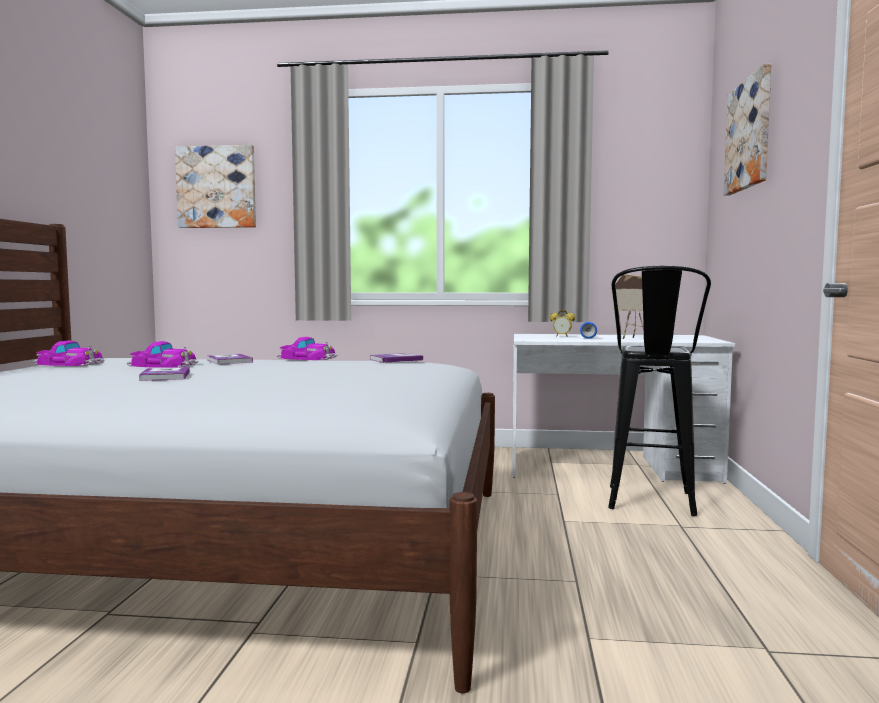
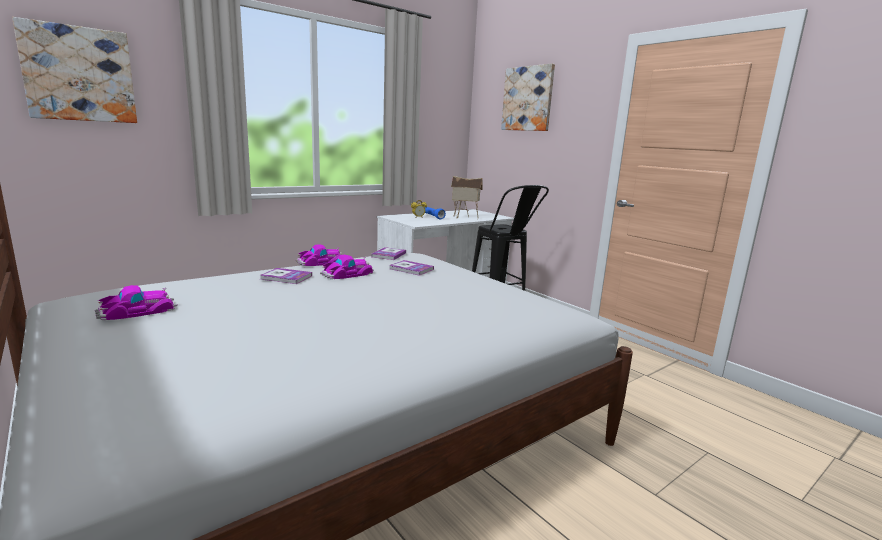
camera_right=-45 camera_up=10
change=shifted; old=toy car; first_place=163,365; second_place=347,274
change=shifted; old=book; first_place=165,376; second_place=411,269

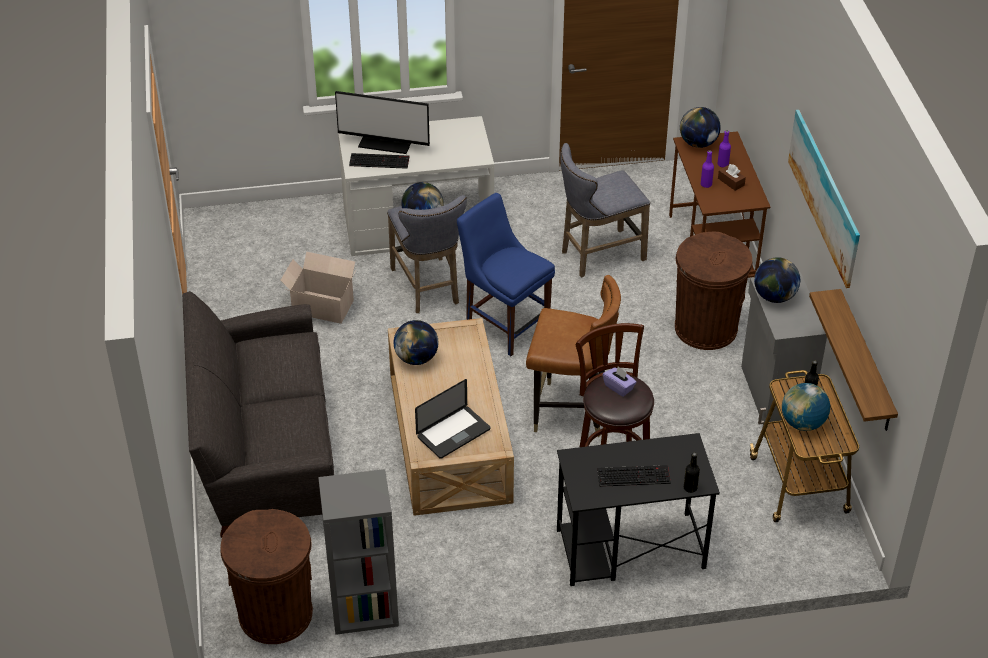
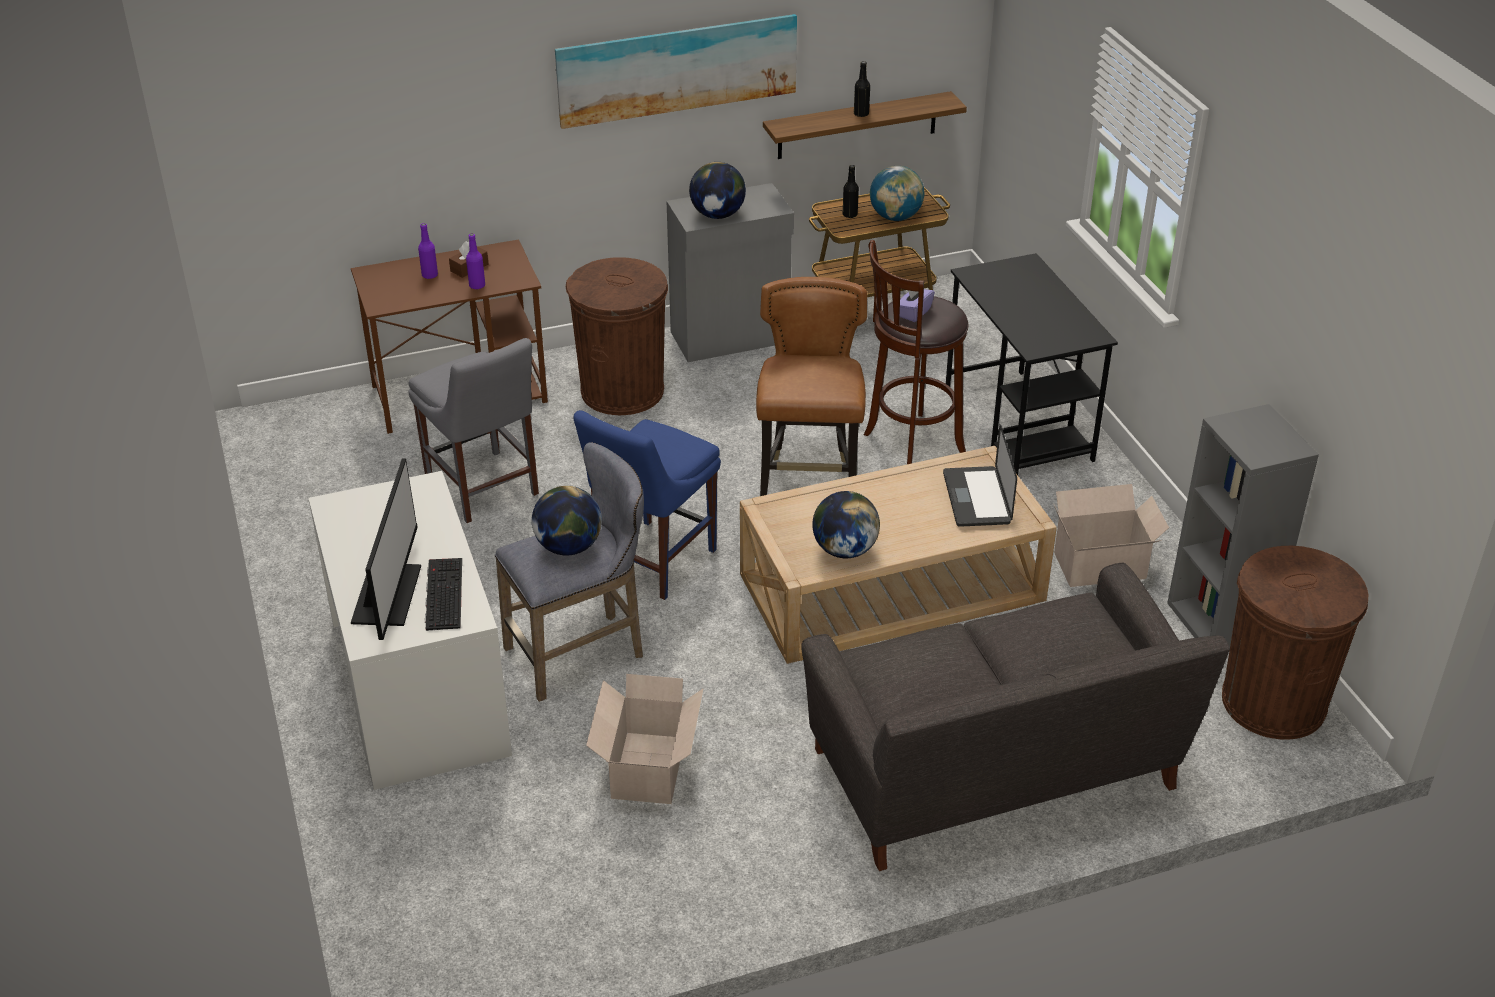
camera_right=-100 camera_up=-5
change=swapped; old=grey stool; new=grey chair; first_place=598,255; second_place=484,490
change=shifted; old=black bottle; first_place=690,488; second_place=861,114
change=rotated; old=laptop; first_place=453,433; second_place=977,498; degrees=-135
change=new; new=cardboard box; second_place=1102,565
change=gone; old=keyboard; first_place=634,475
change=gone; old=globe; first_place=698,143

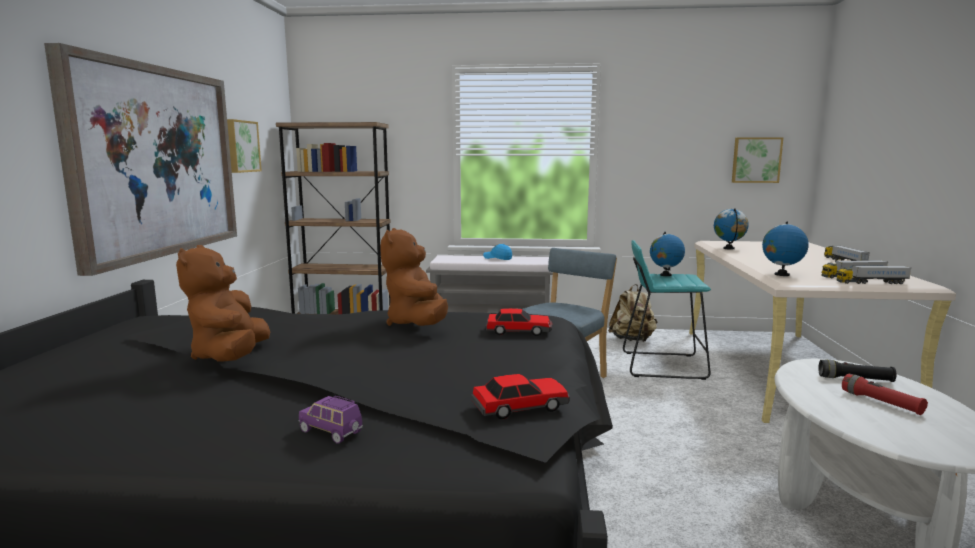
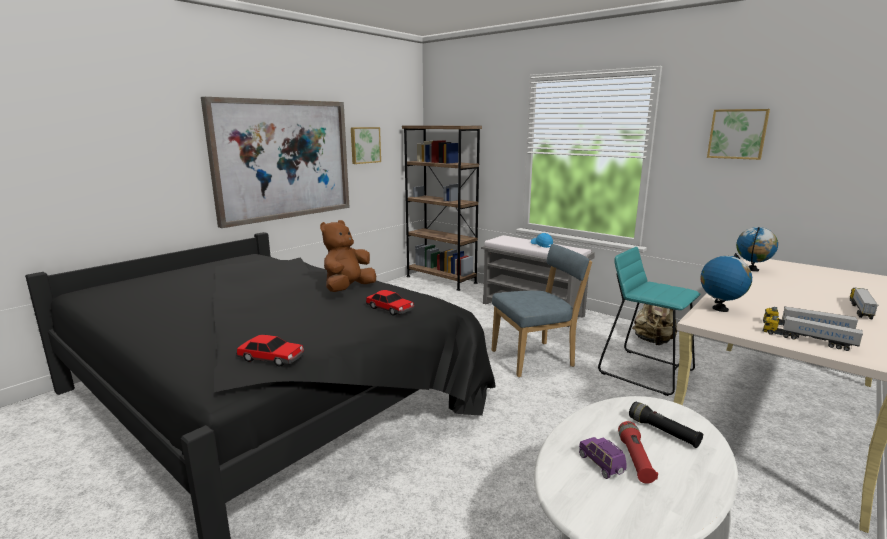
camera_right=35 camera_up=5
change=shifted; old=purple toy car; first_place=331,432; second_place=601,465
change=shifted; old=picture; first_place=756,160; second_place=737,134
change=gone; old=brown plush toy; first_place=230,357
change=gone; old=globe; first_place=665,275

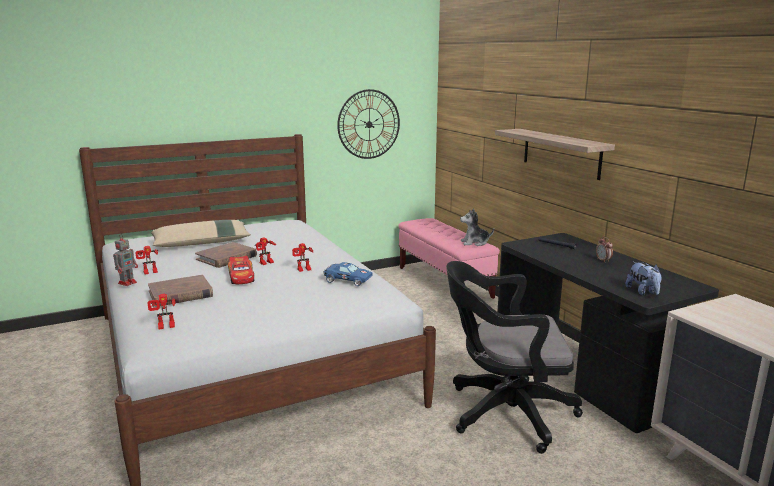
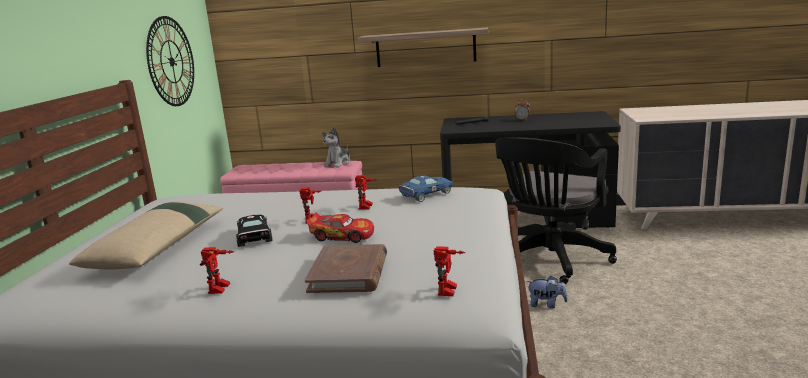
camera_right=-55 camera_up=0
change=swapped; old=brown book; new=black toy car; first_place=226,258; second_place=254,237
change=shifted; old=plush toy; first_place=643,292; second_place=546,305
change=gone; old=toy robot; first_place=128,282

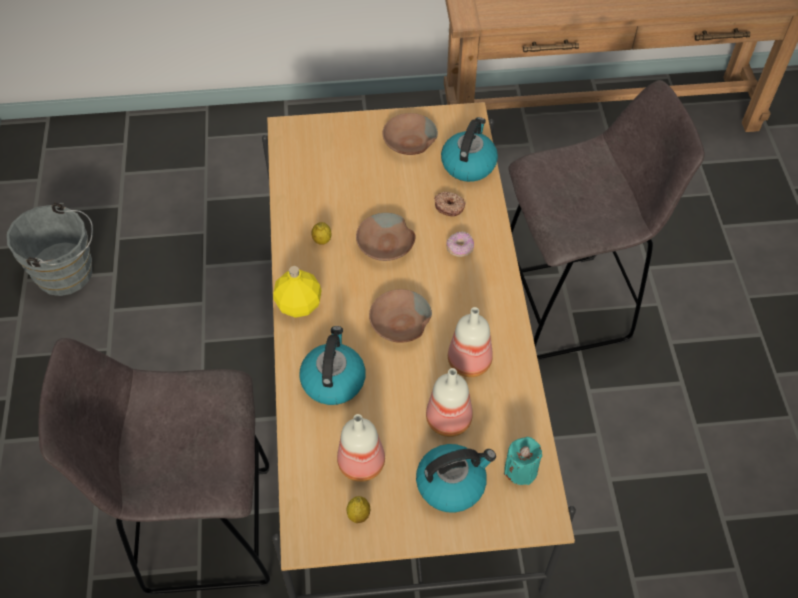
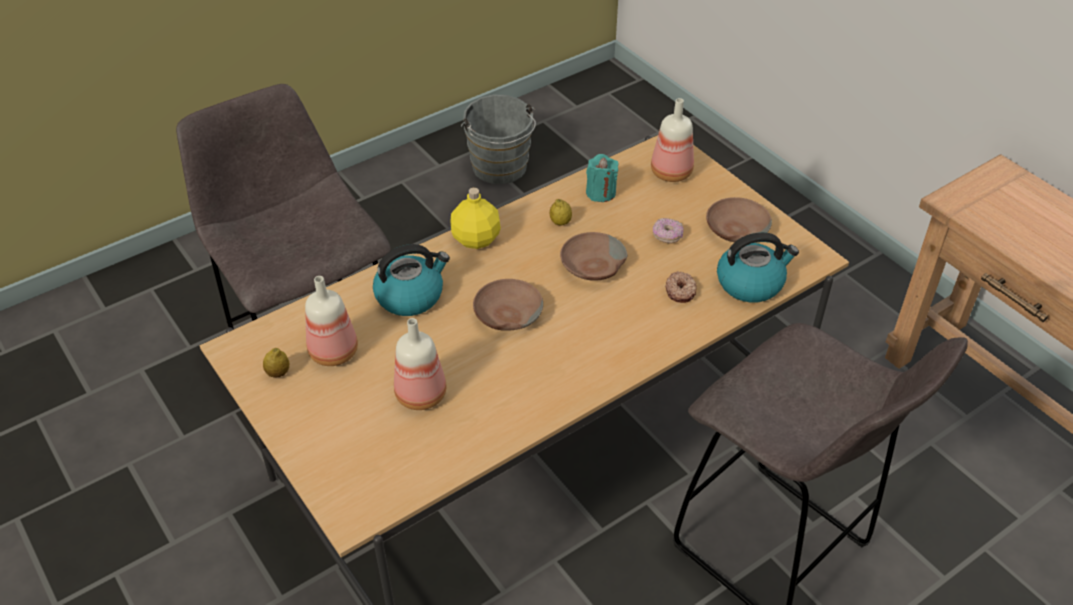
camera_right=60 camera_up=-10
change=shifted; old=turquoise candle; first_place=521,470; second_place=601,193
change=shifted; old=bottle; first_place=470,362; second_place=671,173
change=shifted; old=donut; first_place=460,248; second_place=667,236
change=gone; old=kettle; first_place=452,483

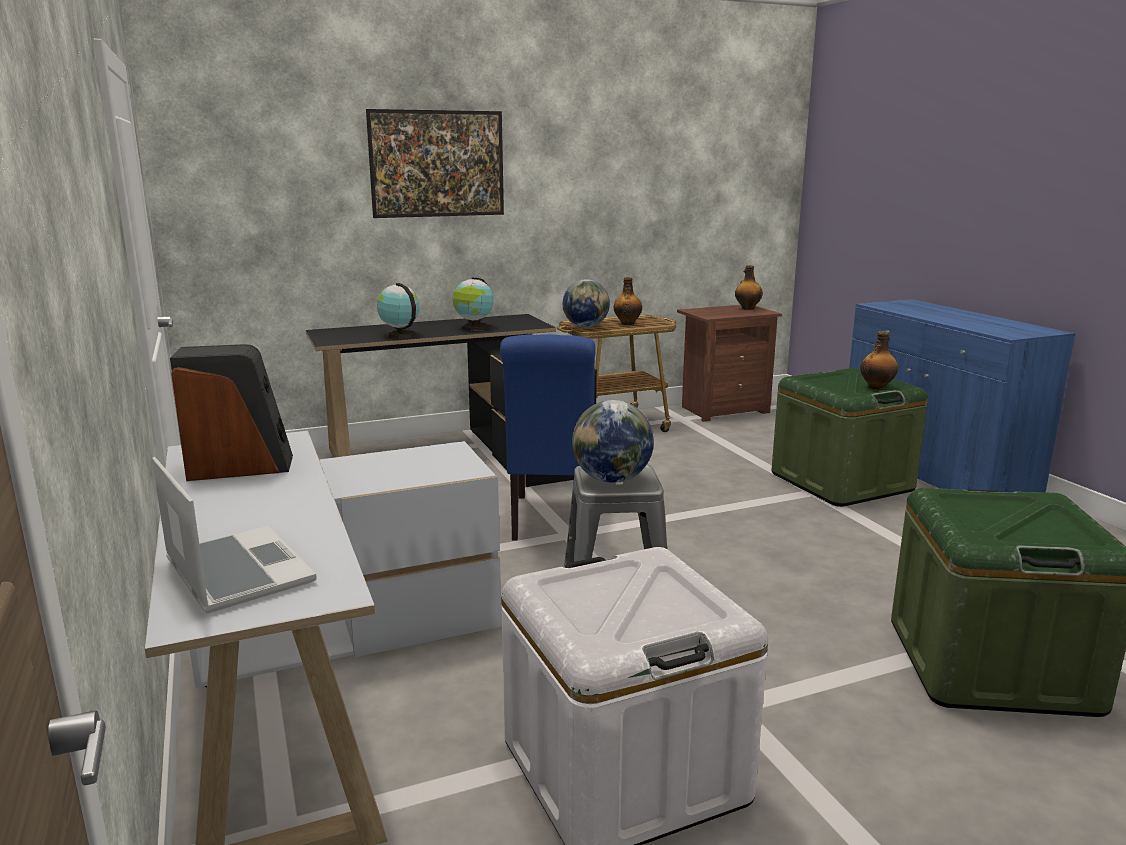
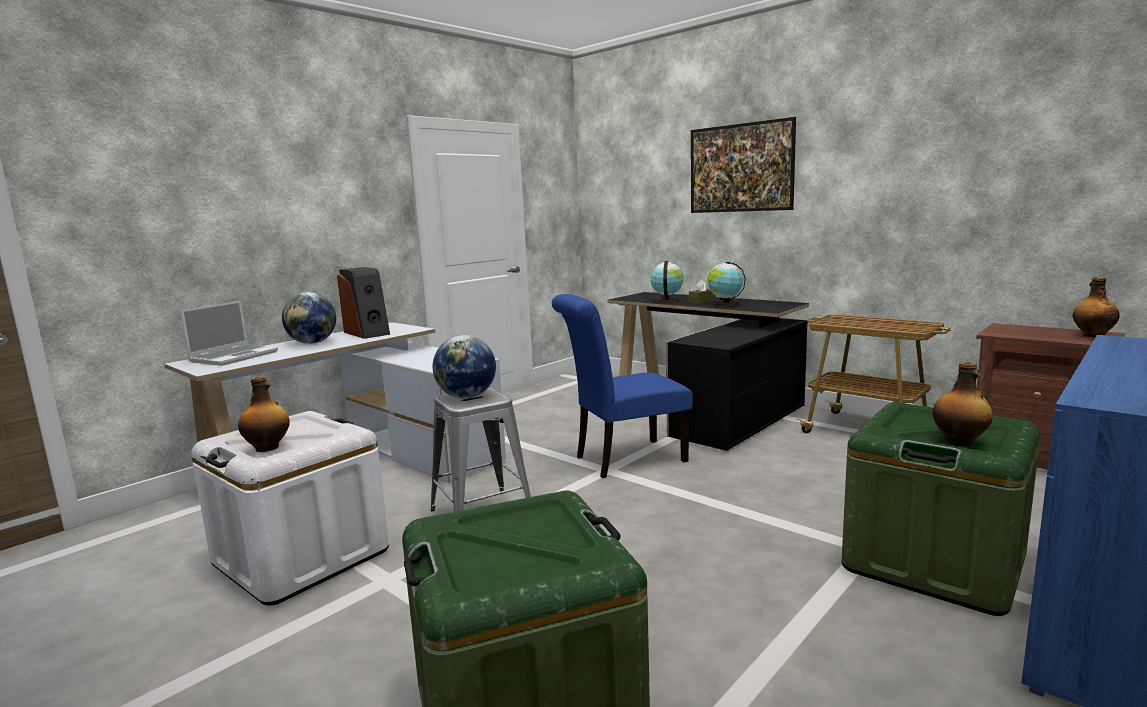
camera_right=65 camera_up=-5
change=shifted; old=bottle; first_place=627,323; second_place=268,448
change=shifted; old=globe; first_place=586,327; second_place=312,343
change=new; new=brown tissue box; second_place=702,301

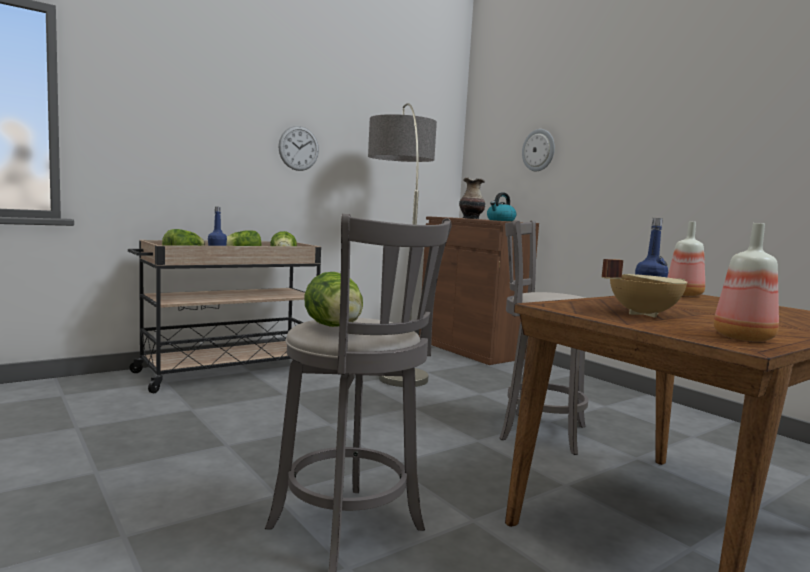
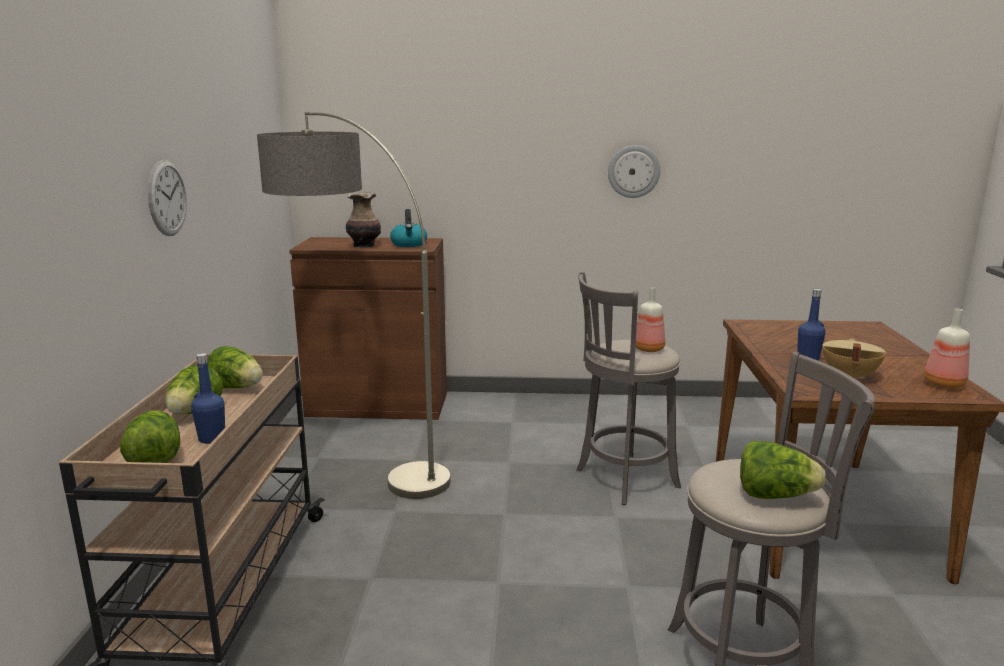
camera_right=-50 camera_up=10
change=shifted; old=wall clock; first_place=538,150; second_place=633,171
change=shifted; old=bottle; first_place=685,294; second_place=649,349

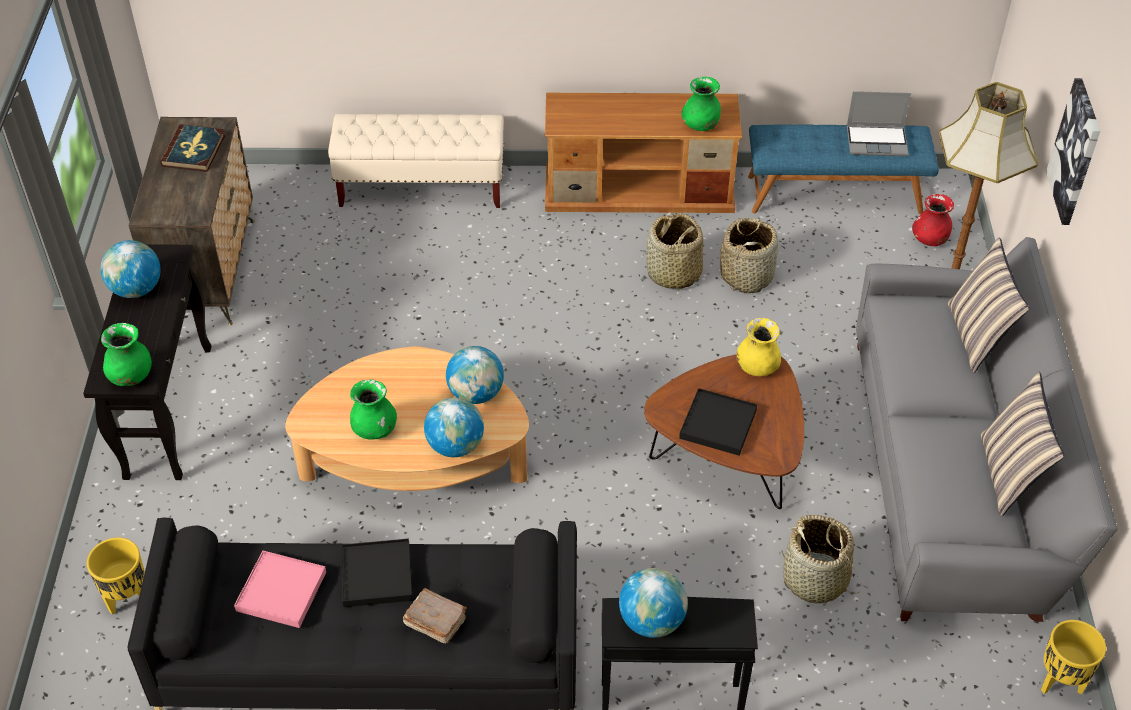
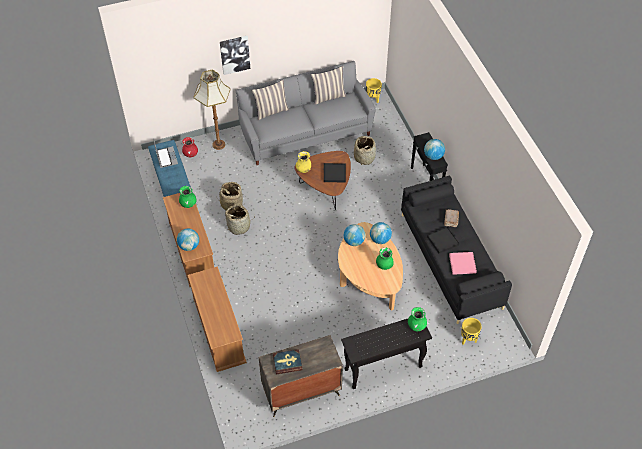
camera_right=-110 camera_up=5
change=shifted; old=globe; first_place=136,289; second_place=189,246
change=swapped; old=beige bench; new=brown tv stand; first_place=422,188; second_place=218,330

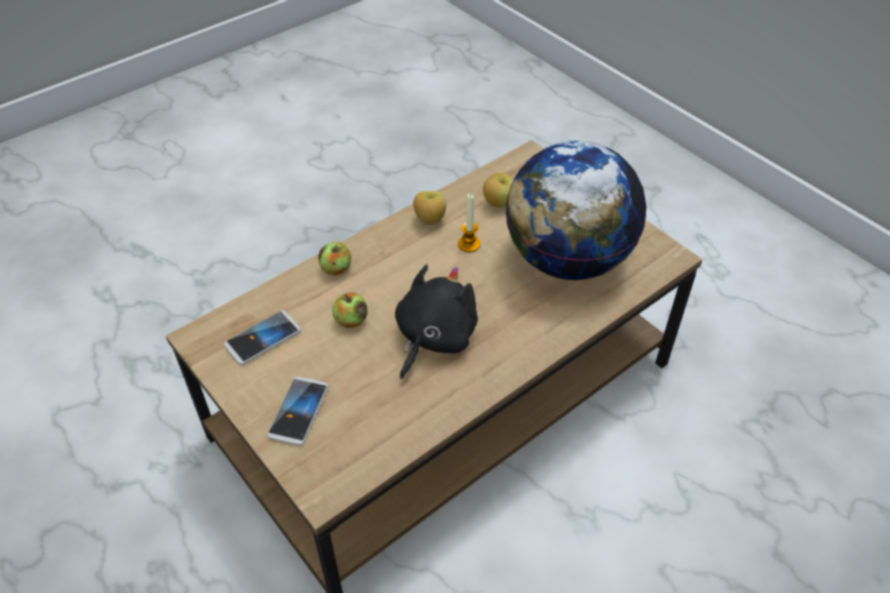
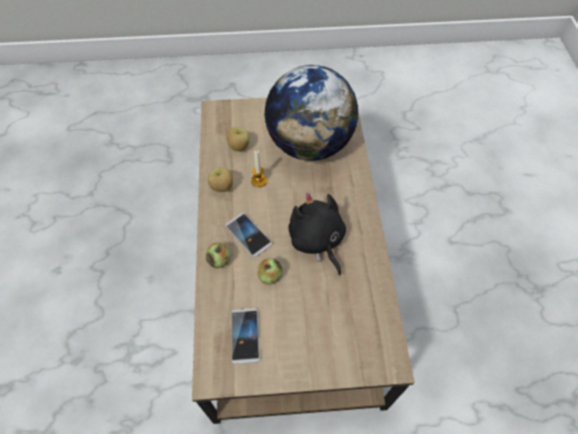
camera_right=-55 camera_up=10
change=shifted; old=phone; first_place=299,411; second_place=248,235

